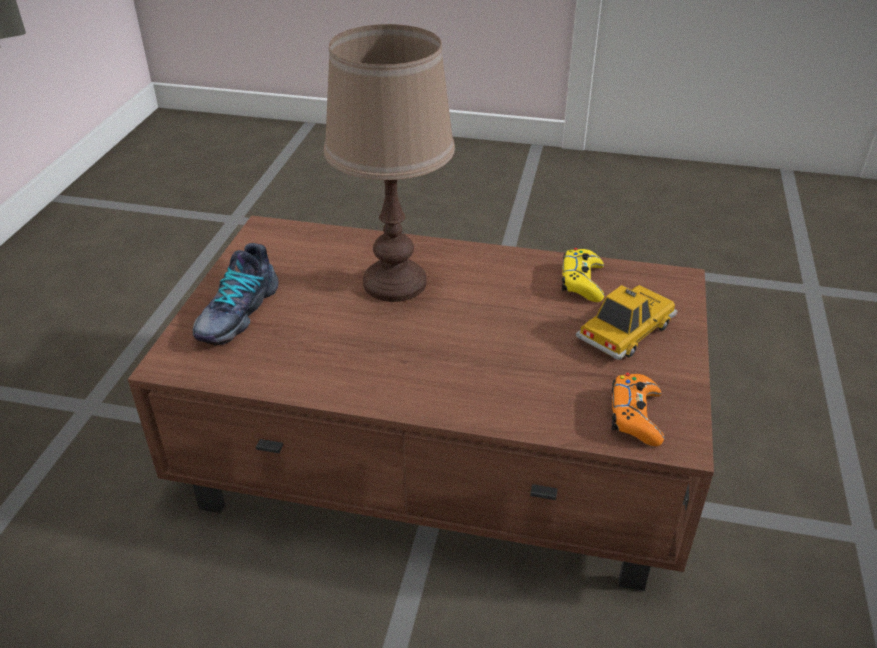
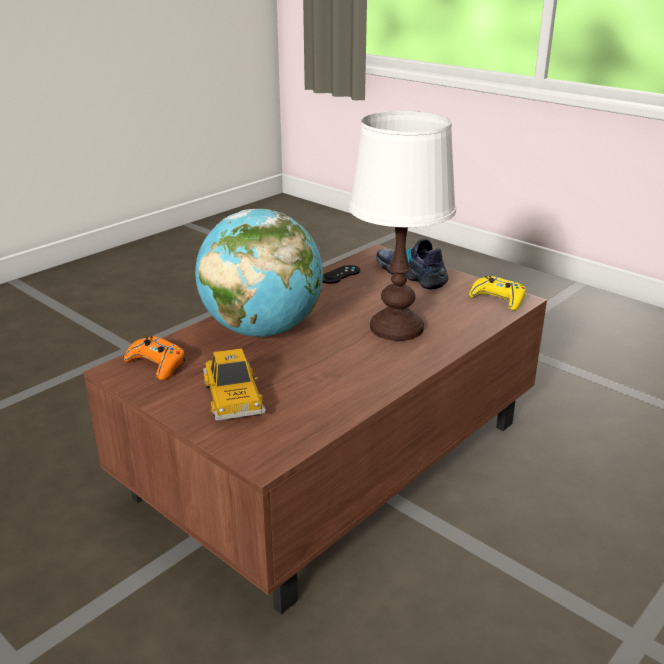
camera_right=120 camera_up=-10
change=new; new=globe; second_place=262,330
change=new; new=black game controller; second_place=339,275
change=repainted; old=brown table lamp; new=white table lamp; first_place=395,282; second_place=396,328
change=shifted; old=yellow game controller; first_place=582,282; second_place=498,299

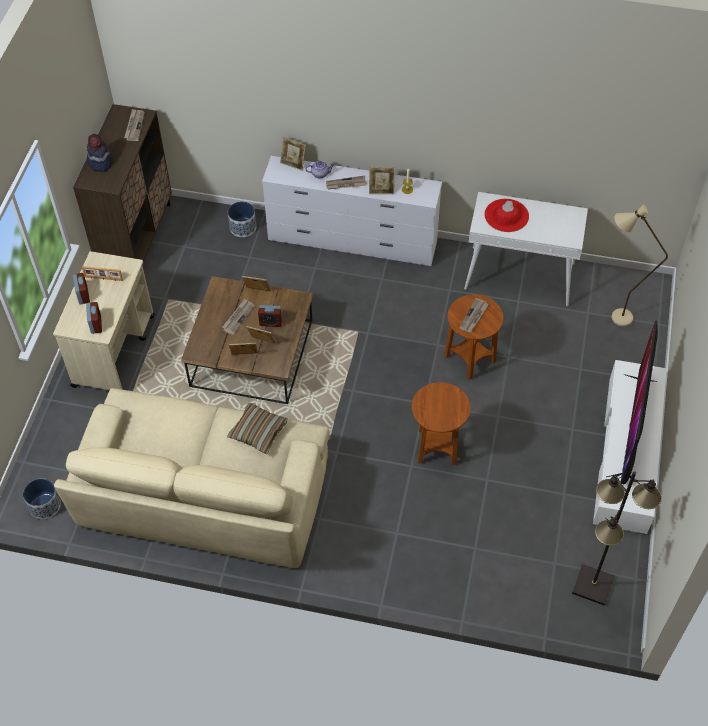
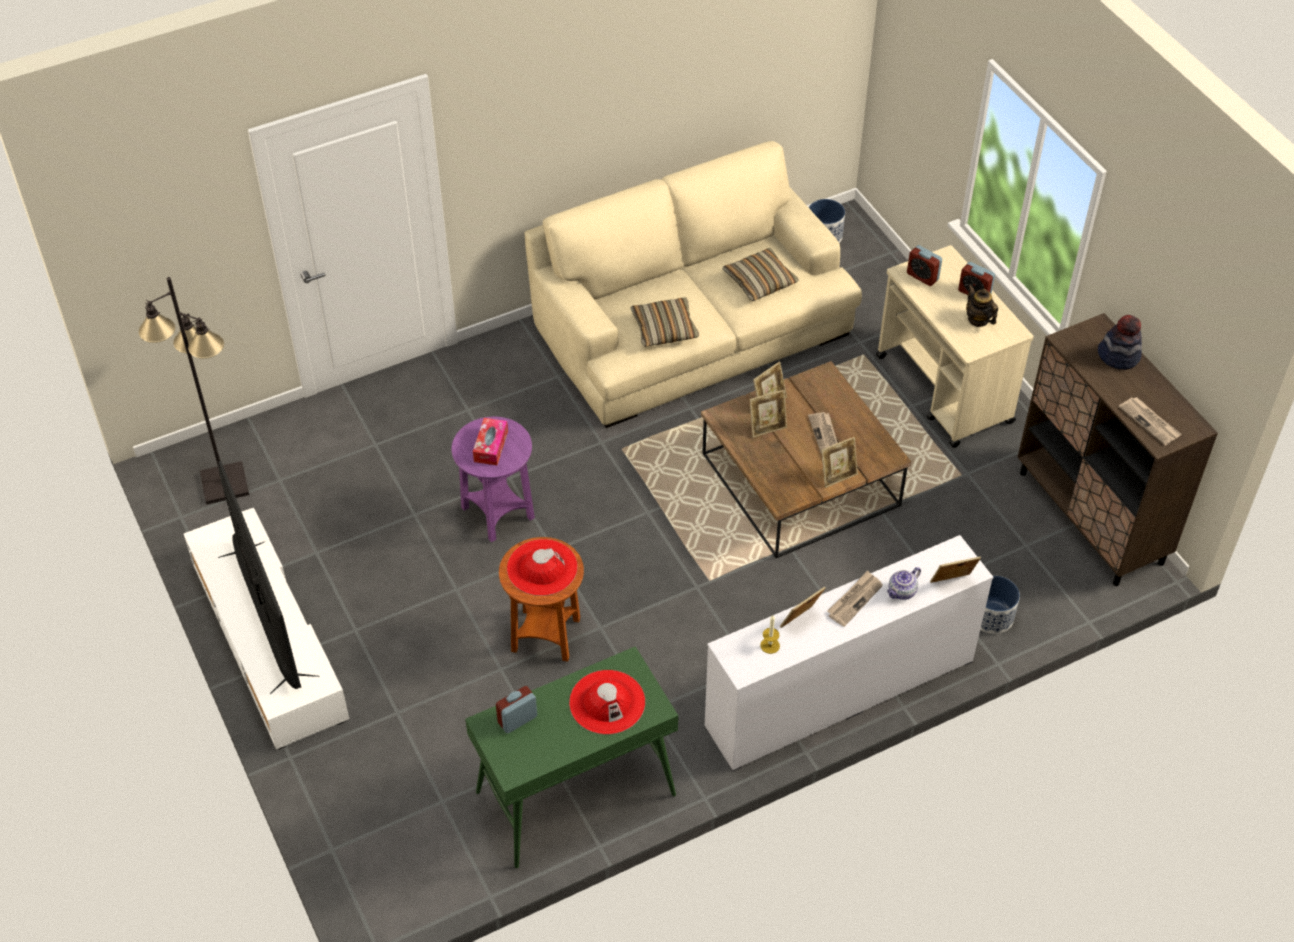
camera_right=140 camera_up=-5
change=repainted; old=brown side table; new=purple side table; first_place=437,447; second_place=498,513
change=repainted; old=white console table; new=green console table; first_place=520,276; second_place=575,795
change=new; new=tissue box; second_place=491,446
change=shifted; old=alarm clock; first_place=270,322; second_place=517,719
change=swapped; old=newspaper; new=red hat; first_place=474,316; second_place=542,568
change=new; new=pillow; second_place=760,281
change=swapped; old=picture frame; new=teapot; first_place=103,279; second_place=978,319
change=gone; old=beige floor lamp; first_place=613,318

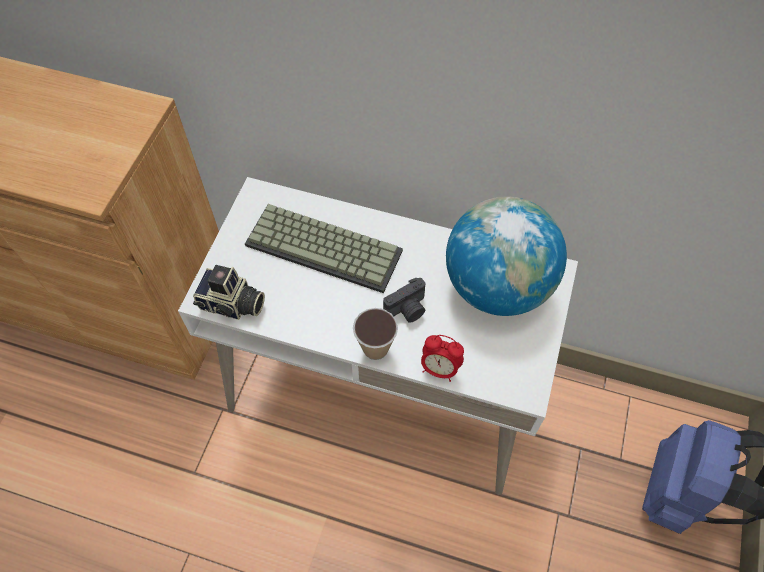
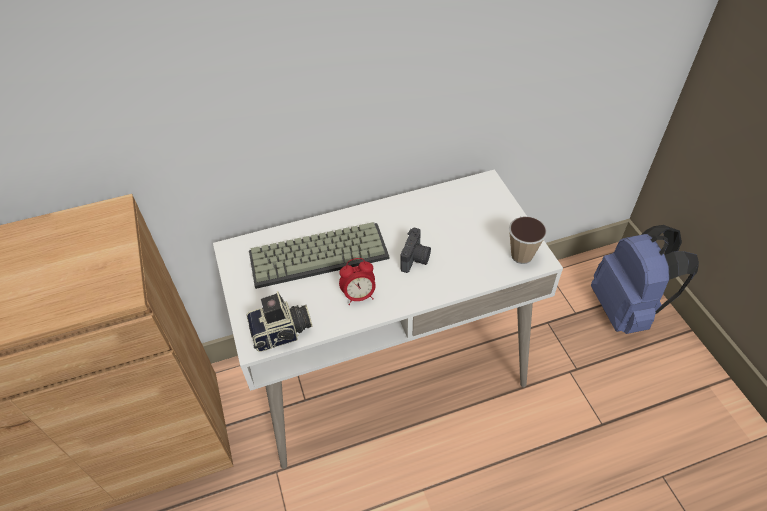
camera_right=-35 camera_up=-10
change=shifted; old=alarm clock; first_place=439,369; second_place=359,296
change=shifted; old=cup; first_place=375,348; second_place=521,256
change=gone; old=globe; first_place=497,286

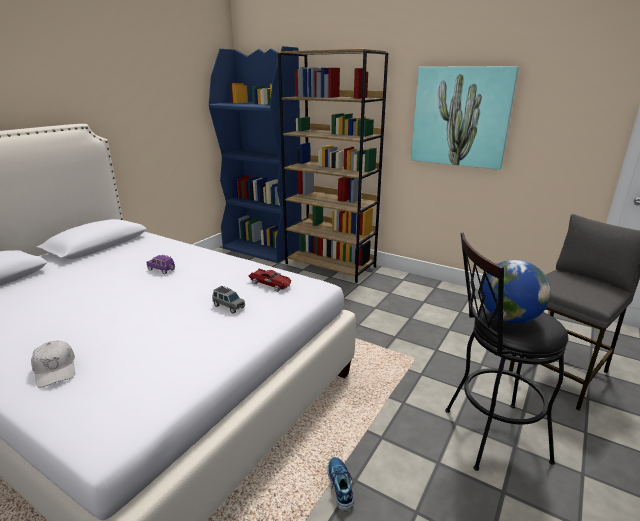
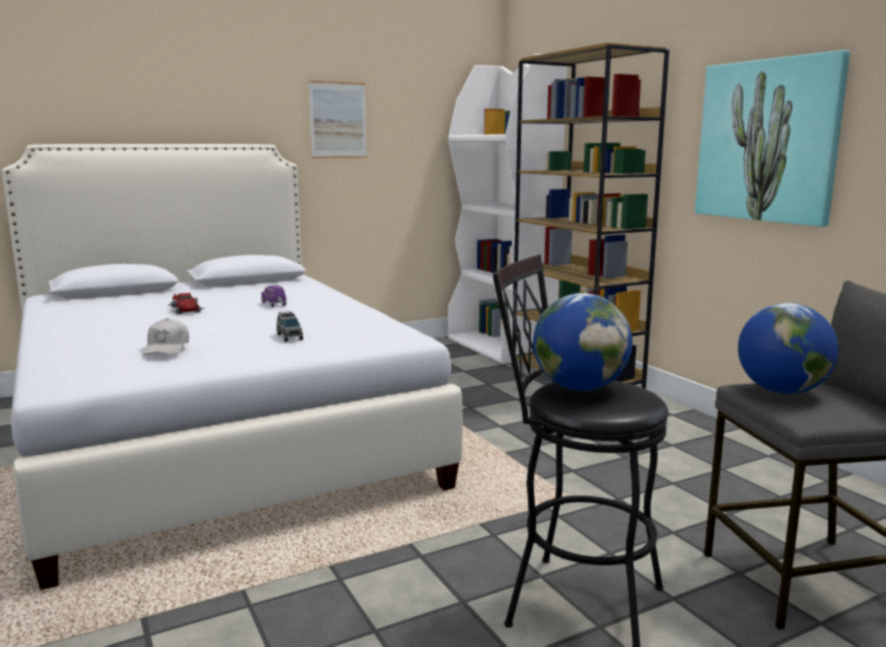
camera_right=30 camera_up=-10
change=shifted; old=white cap; first_place=55,369; second_place=167,348
change=shifted; old=toy car; first_place=271,284; second_place=186,309
change=new; new=picture; second_place=338,120
change=repainted; old=blue bookcase; new=white bookcase; first_place=263,248; second_place=500,347
change=new; new=globe; second_place=781,391
change=gone; old=shoe; first_place=340,486

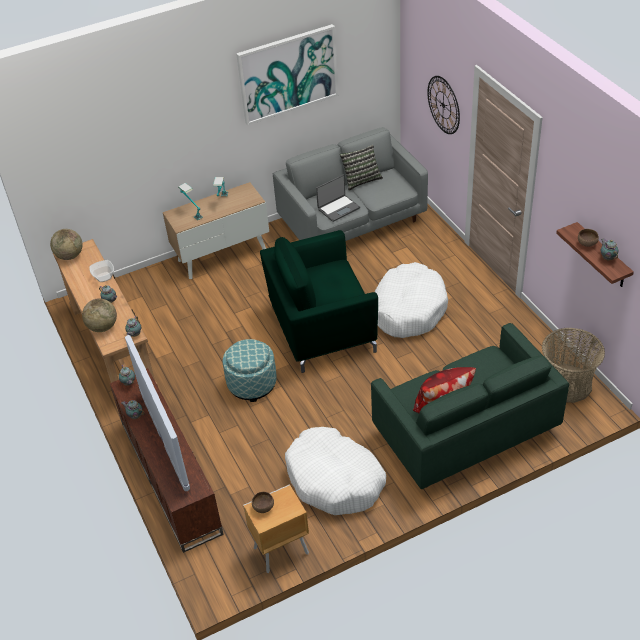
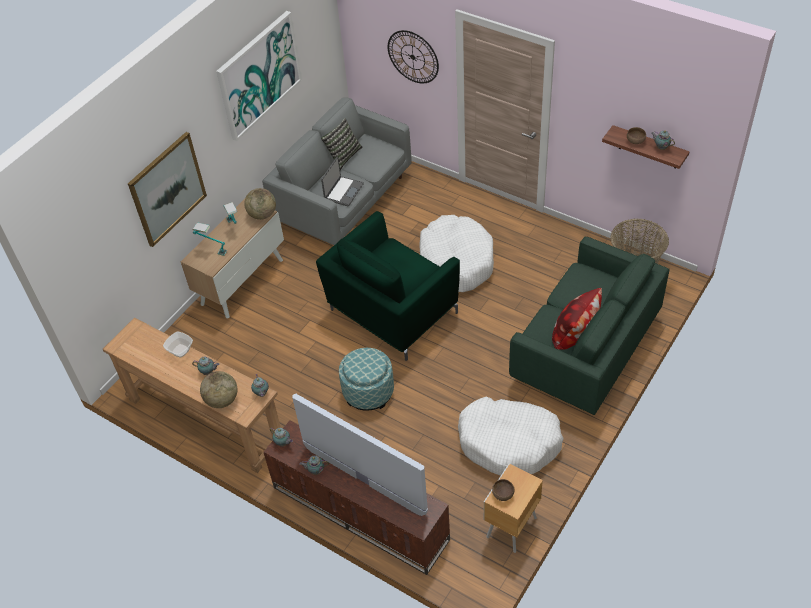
camera_right=-30 camera_up=5
change=new; new=picture; second_place=167,189
change=shifted; old=globe; first_place=70,256; second_place=262,214

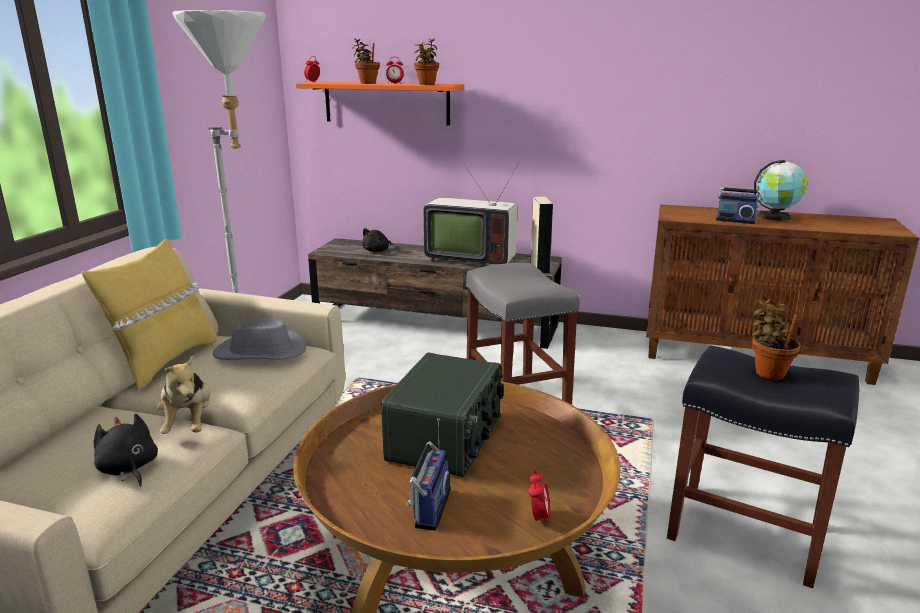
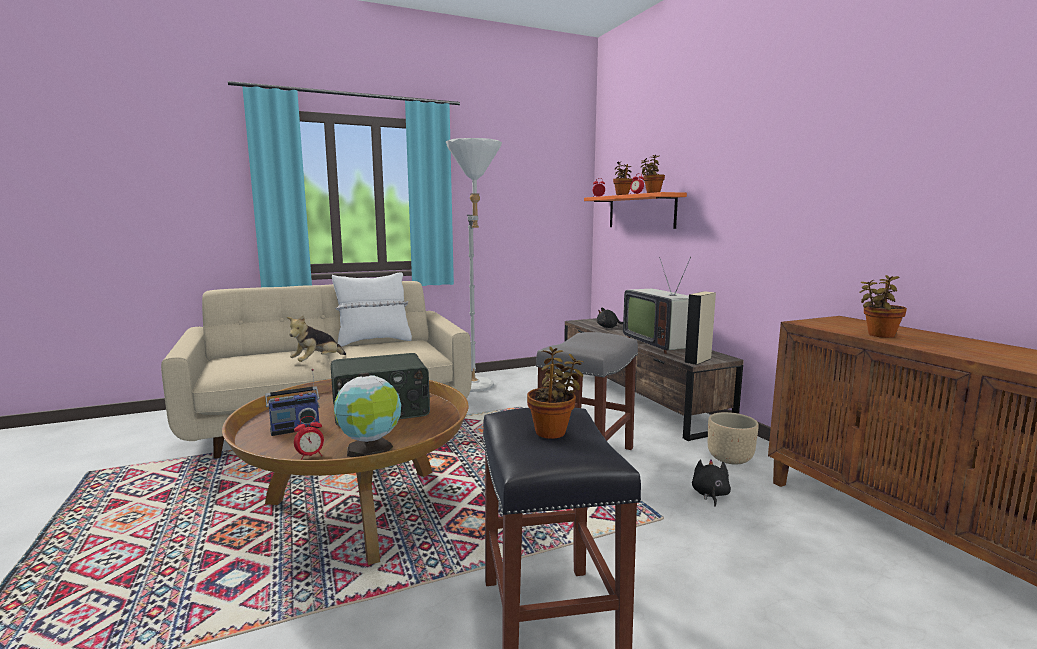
camera_right=50 camera_up=-10
change=repainted; old=yellow pillow; new=white pillow; first_place=165,361; second_place=373,341
change=shifted; old=globe; first_place=775,216; second_place=370,450
change=shifted; old=black plush toy; first_place=128,469; second_place=710,494
change=new; new=beige planter; second_place=730,458
change=swapped; old=radio; new=potted plant; first_place=735,220; second_place=879,335
change=gone; old=grey hat; first_place=261,352

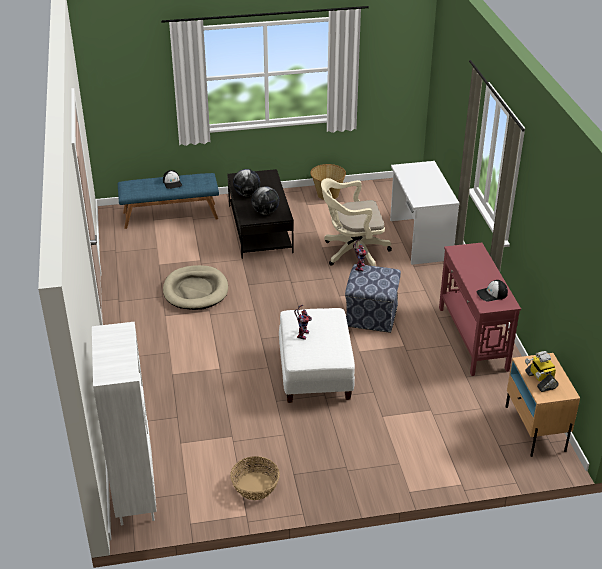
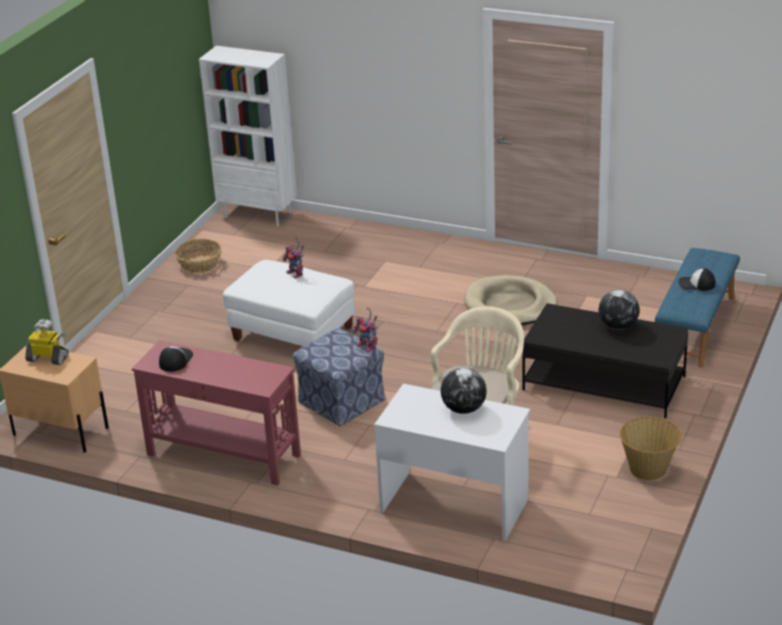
camera_right=125 camera_up=-5
change=shifted; old=globe; first_place=265,212; second_place=463,409

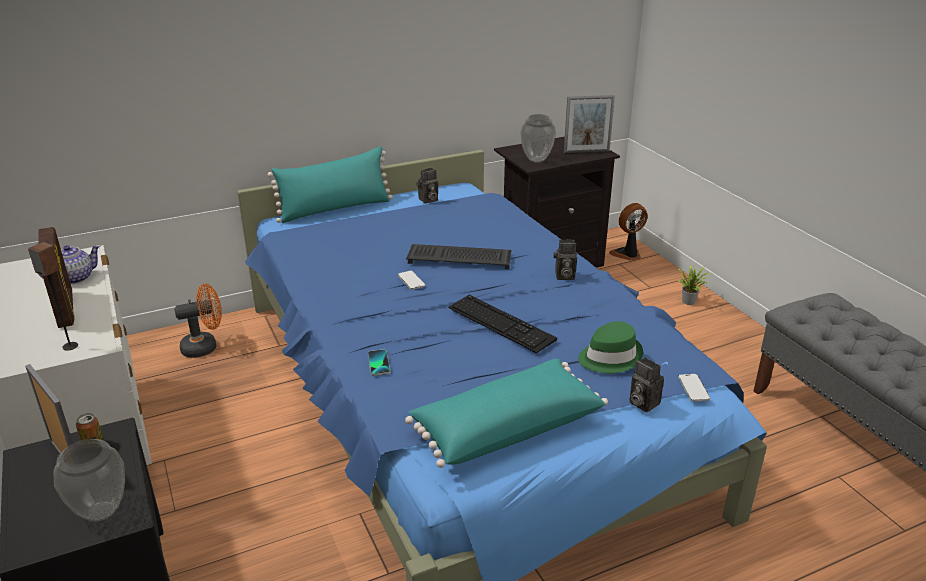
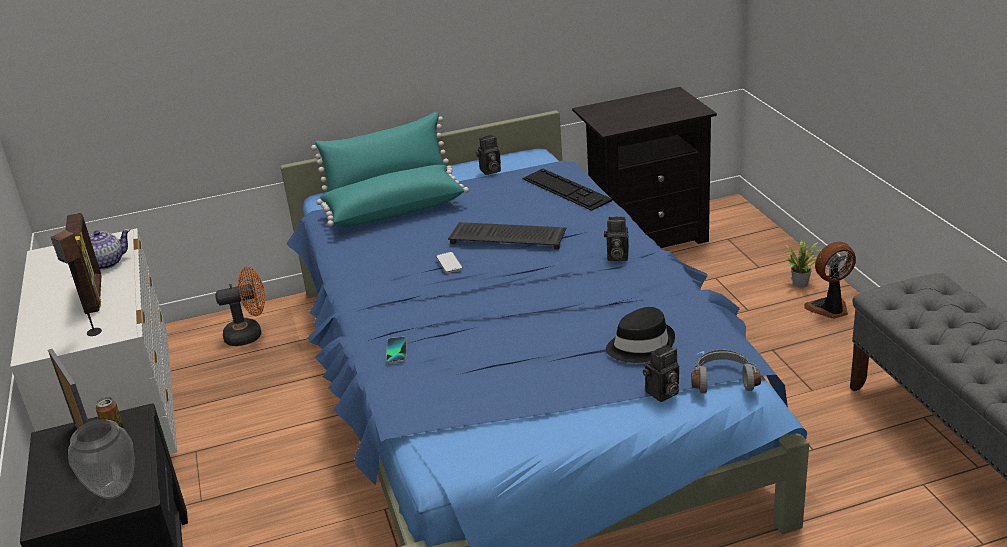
camera_right=10 camera_up=0
change=shifted; old=turquoise pillow; first_place=505,427; second_place=394,211
change=shifted; old=keyboard; first_place=500,323; second_place=566,189
change=repainted; old=green hat; new=black hat; first_place=609,357; second_place=640,345
change=rotated; old=photo camera; first_place=642,402; second_place=662,394; degrees=-90
change=swapped; old=phone; new=grey headphones; first_place=693,389; second_place=723,380
change=shifted; old=fan; first_place=627,254; second_place=829,309
change=gone; old=vase; first_place=537,160
change=gone; old=picture frame; first_place=586,151

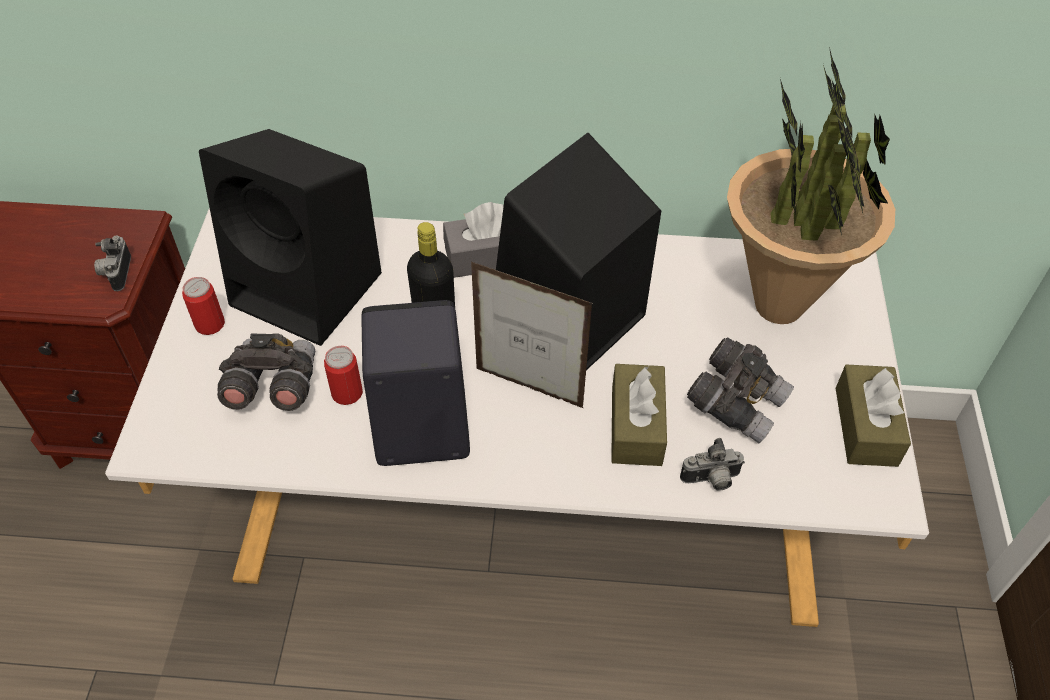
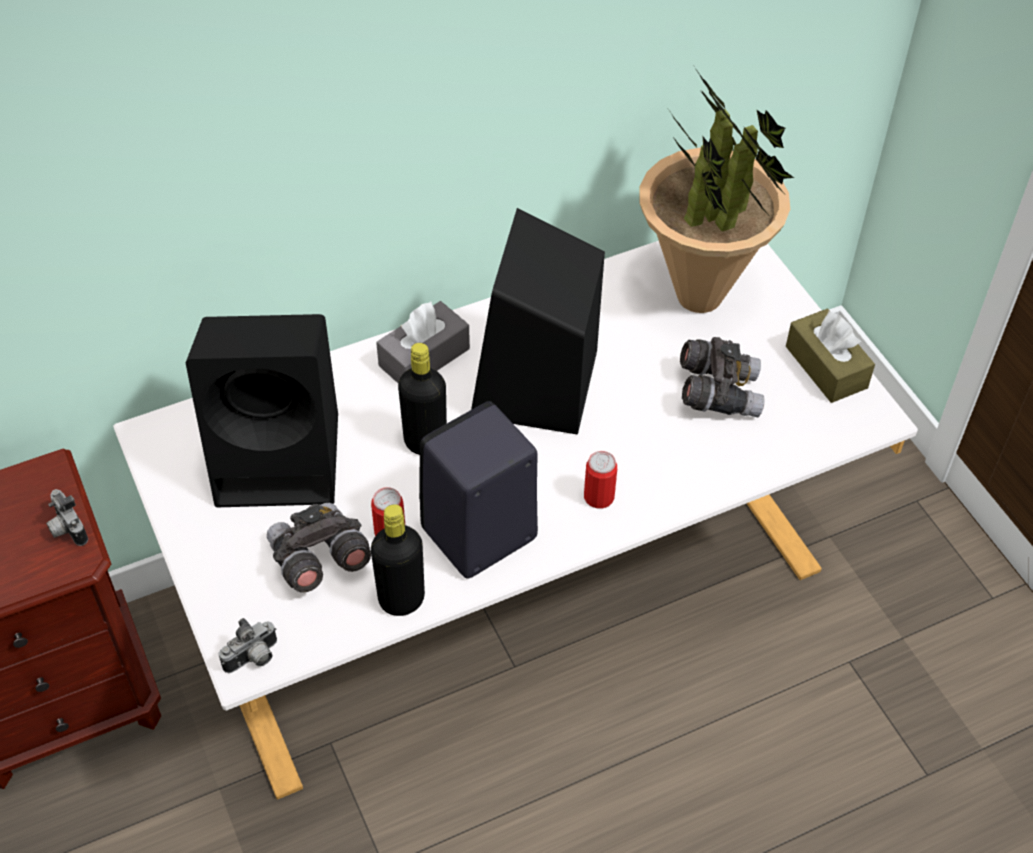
camera_right=-30 camera_up=0
change=shifted; old=photo camera; first_place=711,480; second_place=253,659
change=new; new=black bottle; second_place=401,599
change=shifted; old=can; first_place=210,324; second_place=599,497
change=gone; old=picture frame; first_place=529,388
change=gone; old=brown tissue box; first_place=636,425

